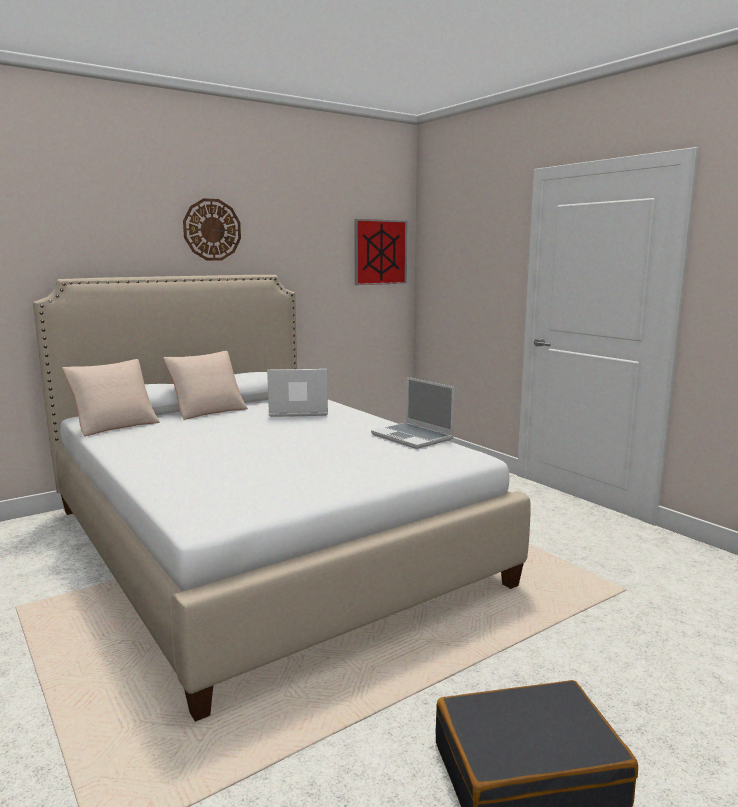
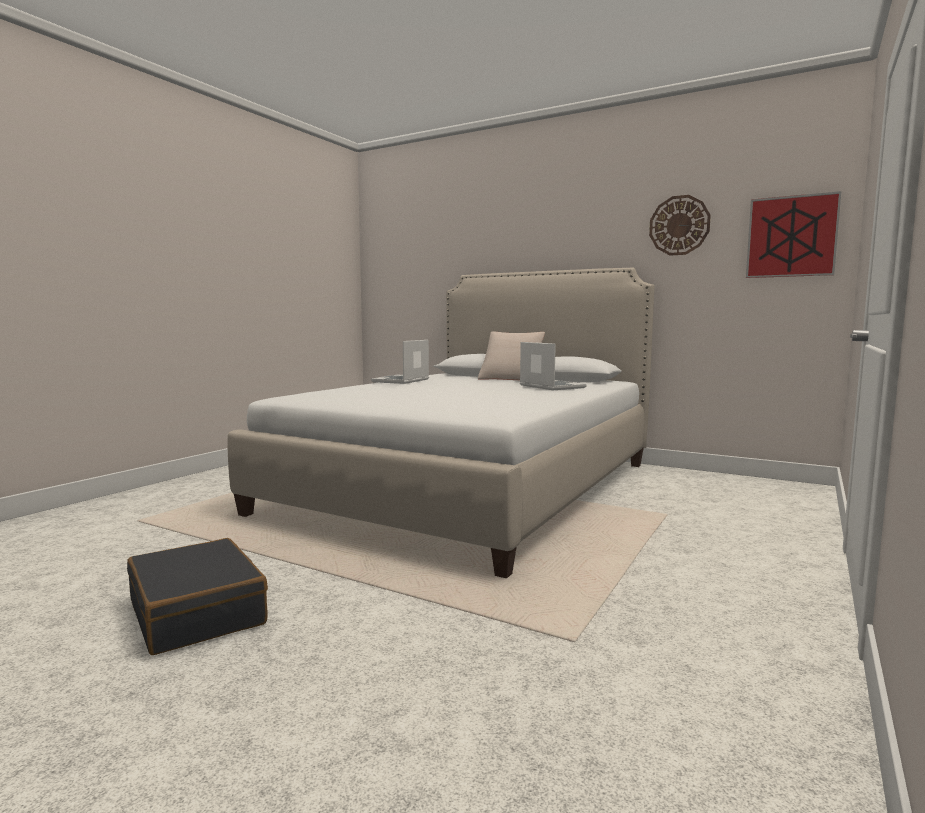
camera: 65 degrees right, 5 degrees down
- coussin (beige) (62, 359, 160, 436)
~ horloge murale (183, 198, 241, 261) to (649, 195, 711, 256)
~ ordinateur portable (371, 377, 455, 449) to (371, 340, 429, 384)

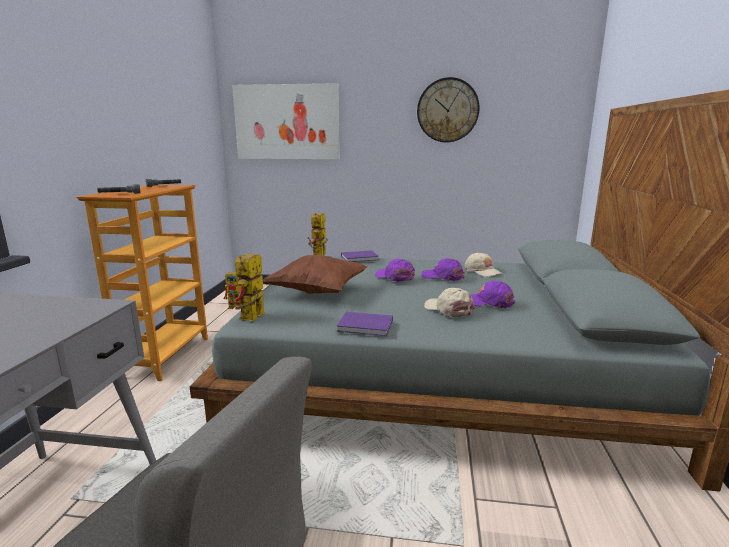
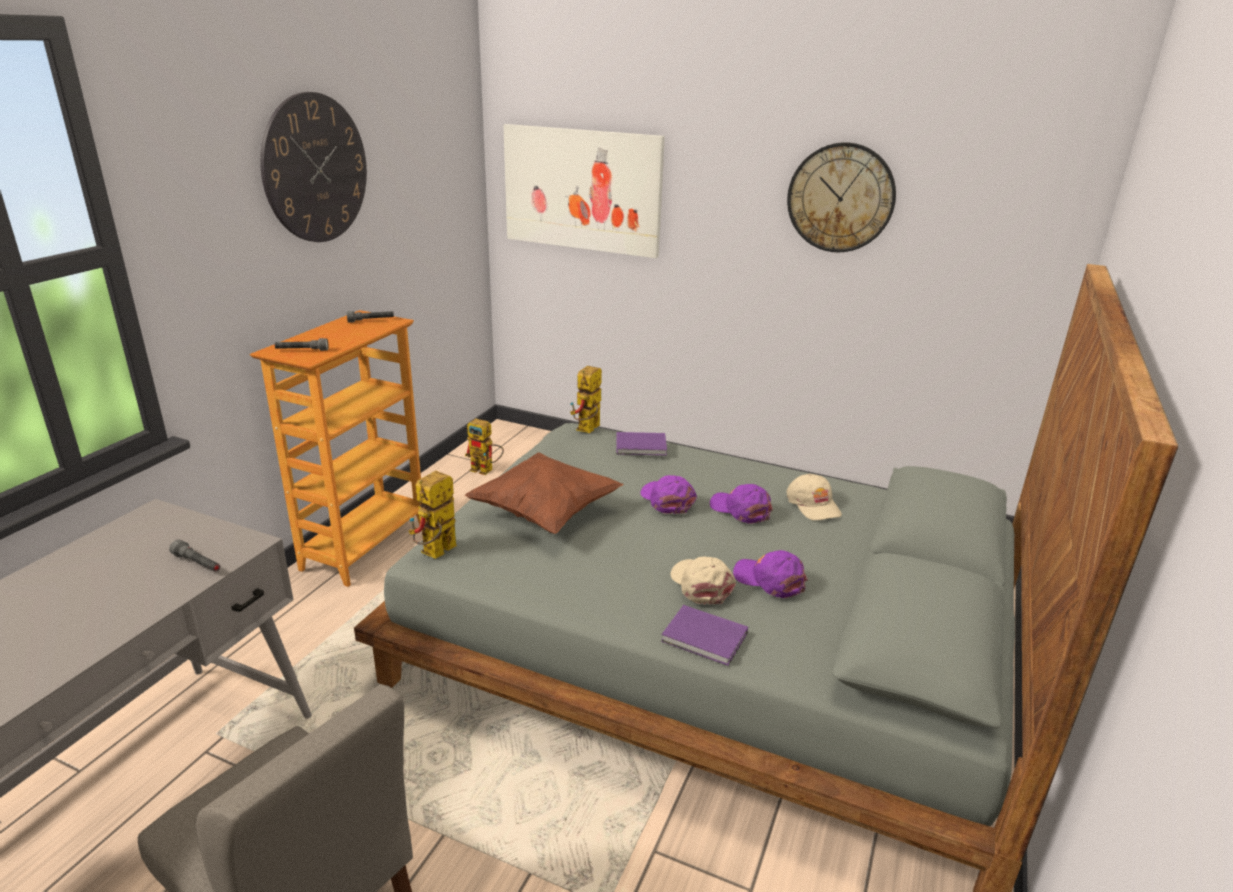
camera: 15 degrees right, 10 degrees up
~ livre (violet) (337, 312, 393, 336) to (661, 605, 748, 666)
+ lampe de poche (gris) (169, 540, 220, 572)
+ horloge murale (260, 92, 367, 242)

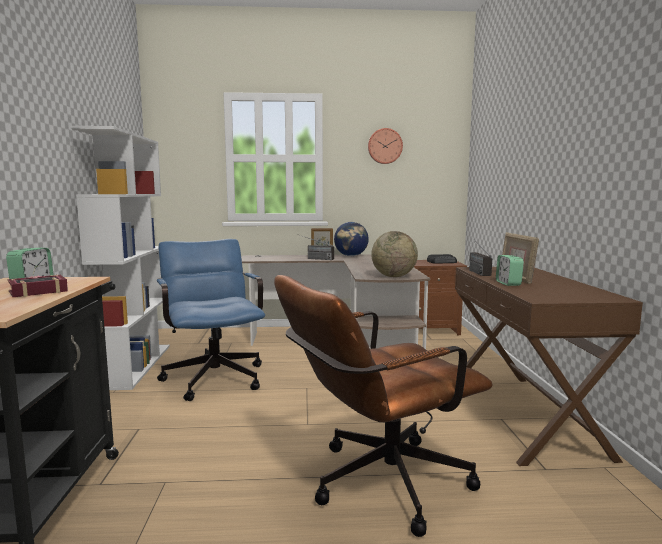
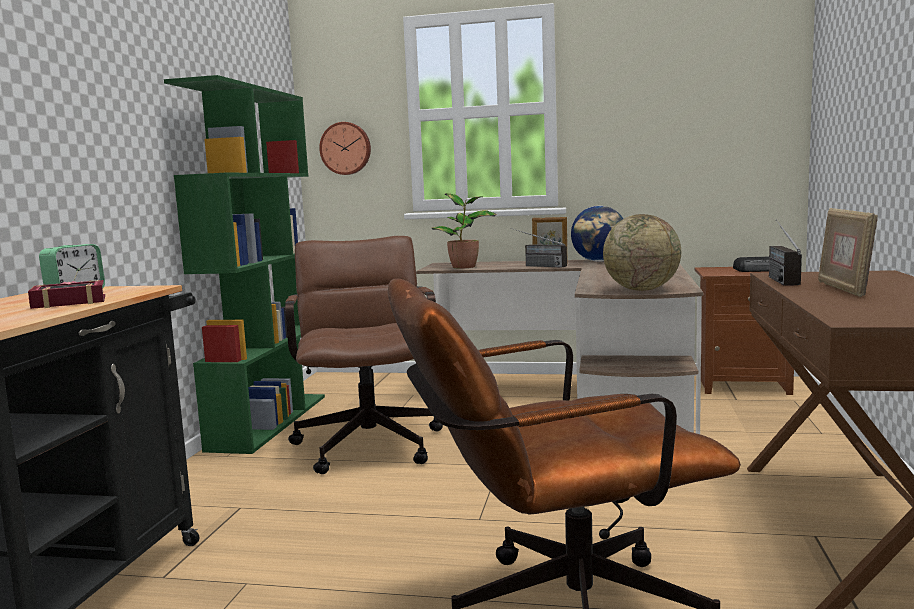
camera: 15 degrees right, 0 degrees up
~ bibliothèque (blanc) (70, 126, 170, 390) to bibliothèque (vert) (164, 75, 325, 454)
~ chaise de bureau (bleu) (157, 239, 265, 401) to chaise de bureau (marron) (285, 236, 443, 474)
~ horloge murale (368, 128, 403, 164) to (319, 122, 371, 175)
- réveil (496, 255, 524, 286)
+ plante en pot (432, 193, 497, 269)

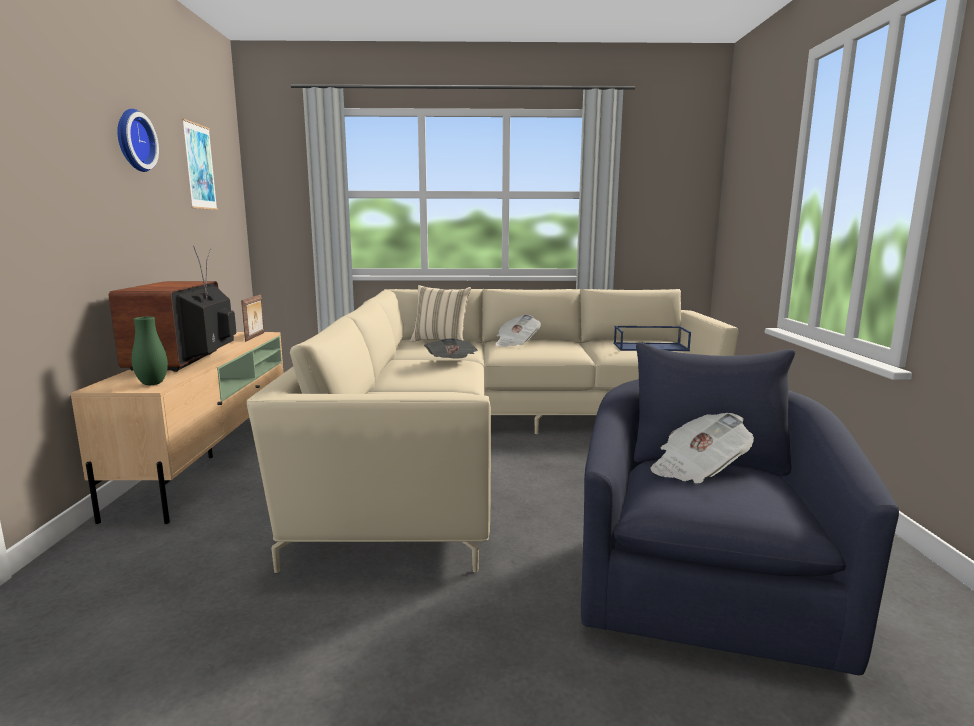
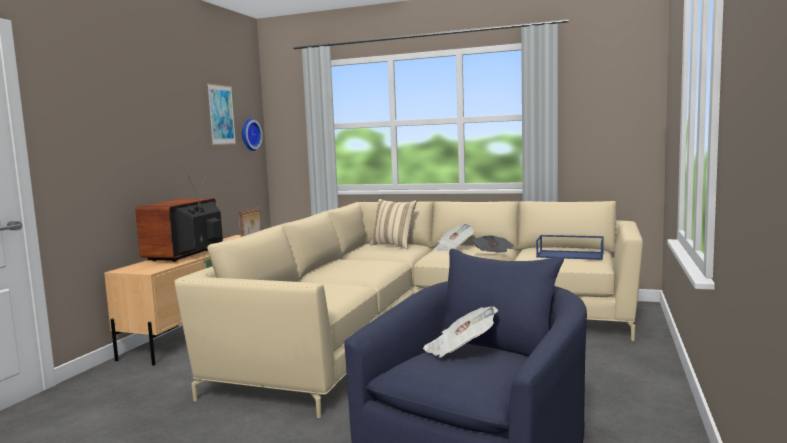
camera: 20 degrees right, 5 degrees down
~ horloge murale (117, 109, 159, 172) to (242, 118, 263, 151)
- vase (vert) (132, 317, 168, 385)
~ journal (424, 338, 477, 359) to (471, 236, 513, 253)

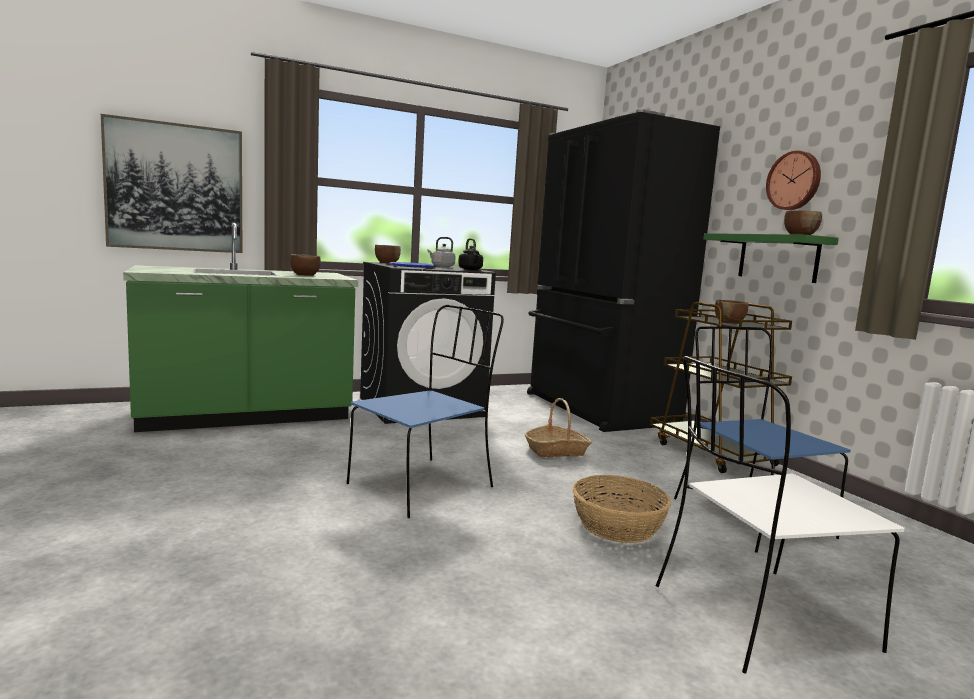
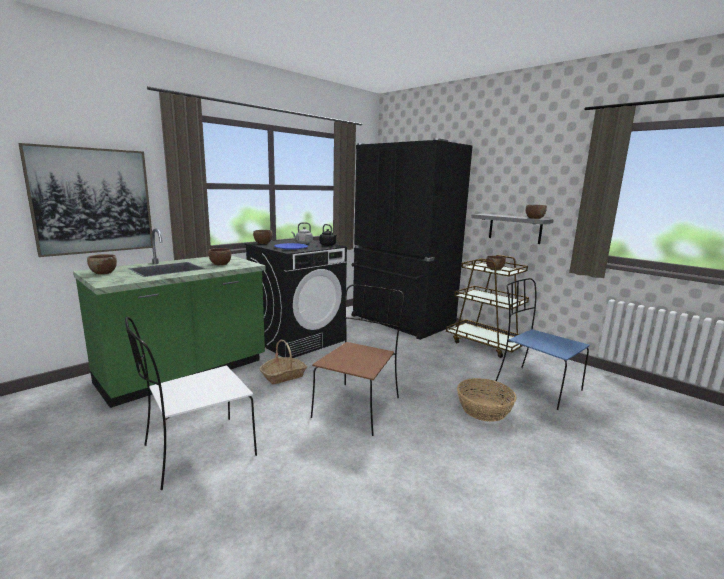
camera: 20 degrees left, 5 degrees up
~ chaise (bleu) (347, 305, 504, 518) to chaise (marron) (311, 284, 404, 436)
~ panier (525, 398, 592, 457) to (260, 340, 307, 384)
~ chaise (blanc) (656, 356, 905, 674) to (125, 317, 257, 490)
~ étagère (vert) (703, 233, 839, 283) to étagère (gris) (471, 214, 554, 244)
- horloge murale (766, 151, 821, 210)
+ bol (marron) (87, 254, 117, 274)

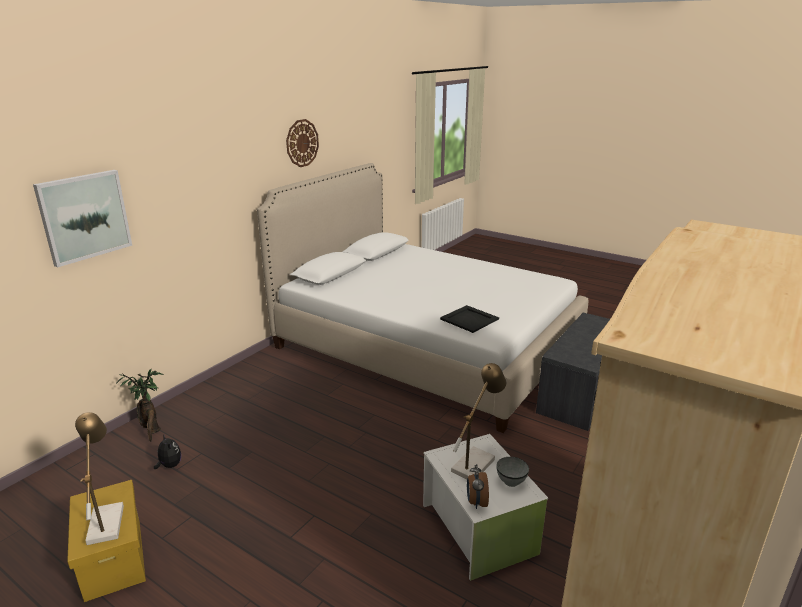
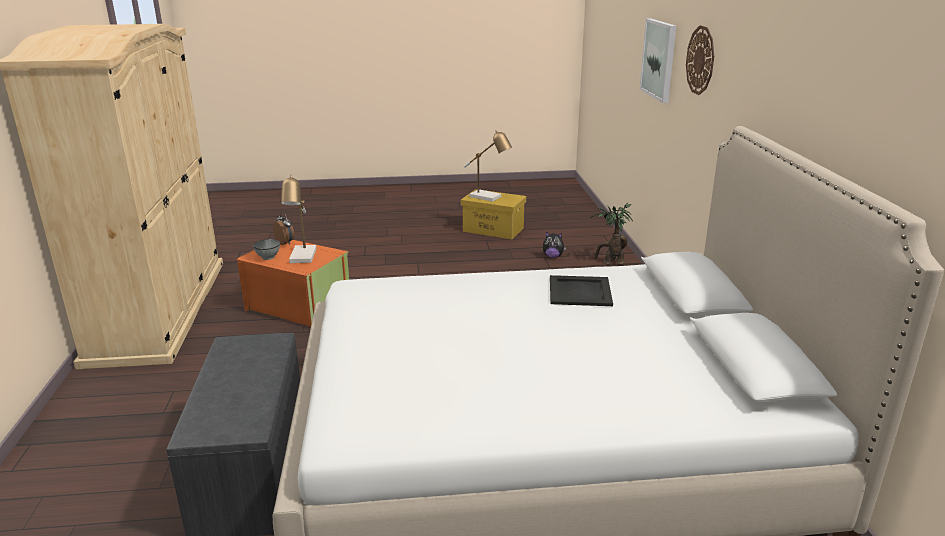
camera: 140 degrees right, 0 degrees up
~ horloge murale (286, 119, 319, 167) to (686, 25, 714, 95)
~ boîte de rangement (blanc) (423, 434, 548, 581) to boîte de rangement (orange) (236, 239, 349, 329)
~ plateau (noir) (440, 305, 499, 333) to (550, 275, 613, 306)

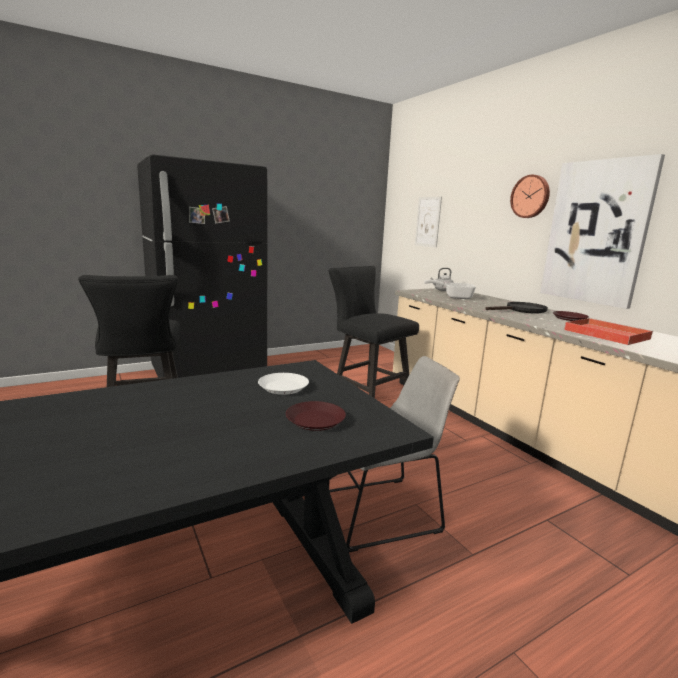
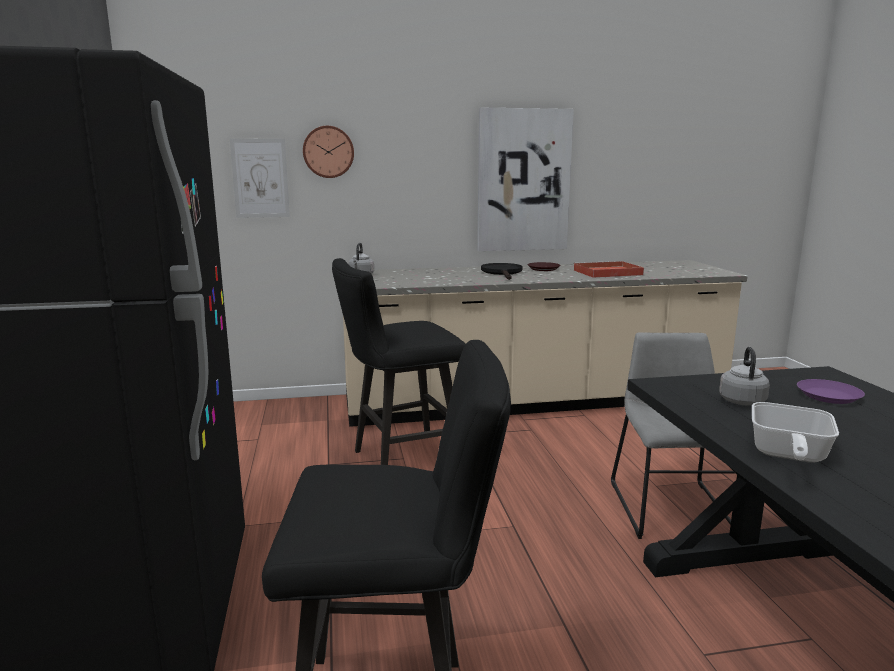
camera: 70 degrees left, 0 degrees up
~ assiette (blanc) (258, 373, 309, 395) to bouilloire (gris) (719, 347, 770, 406)
~ assiette (marron) (286, 401, 346, 431) to assiette (violet) (797, 379, 865, 404)
~ poêle (424, 280, 476, 299) to (752, 402, 839, 463)
~ horloge murale (510, 175, 550, 218) to (303, 126, 354, 178)

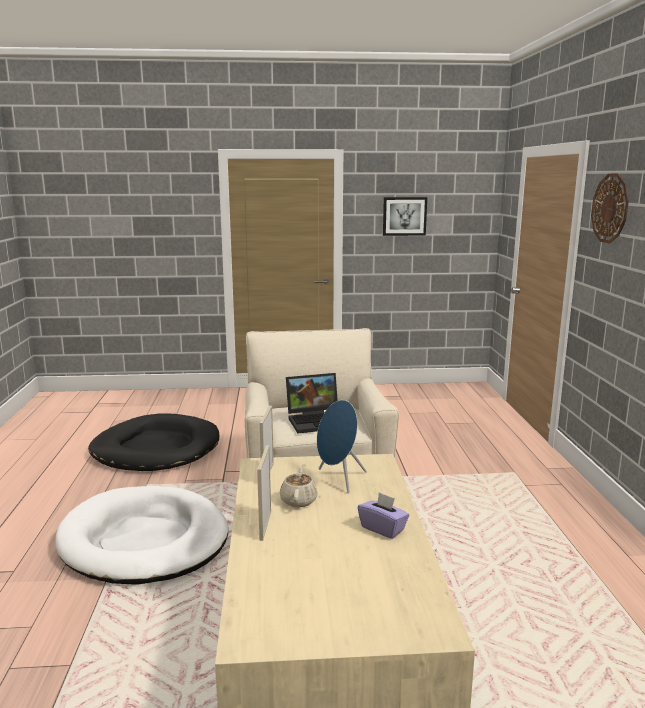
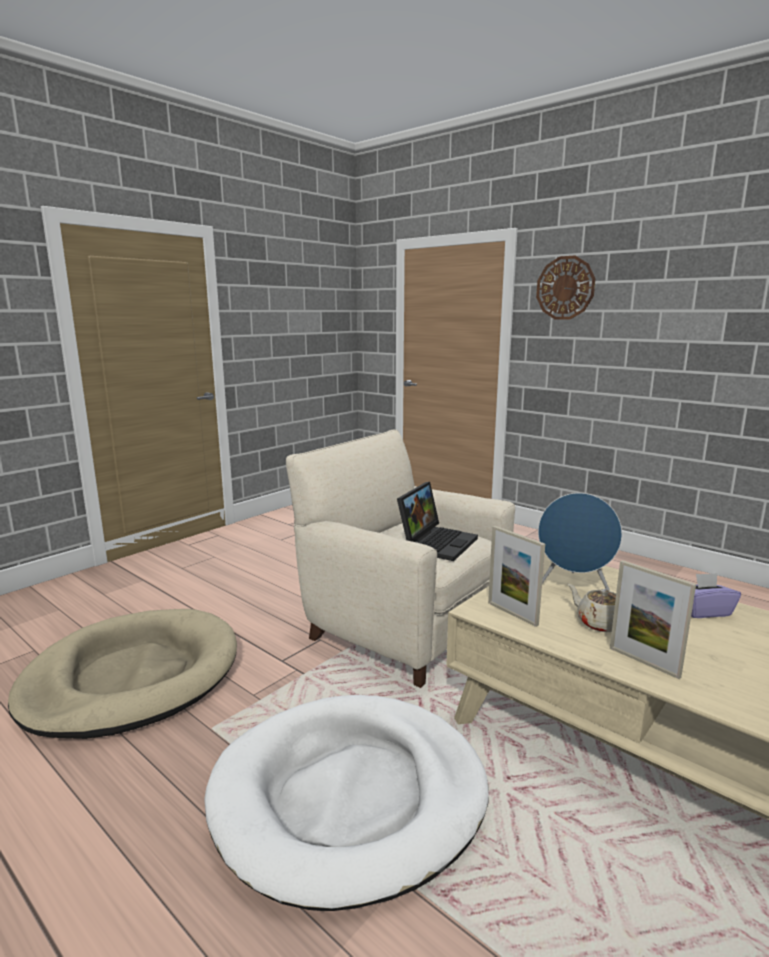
camera: 45 degrees left, 0 degrees up
~ panier pour chien (noir) (88, 414, 219, 471) to panier pour chien (beige) (8, 609, 237, 739)
- tableau (383, 197, 427, 236)

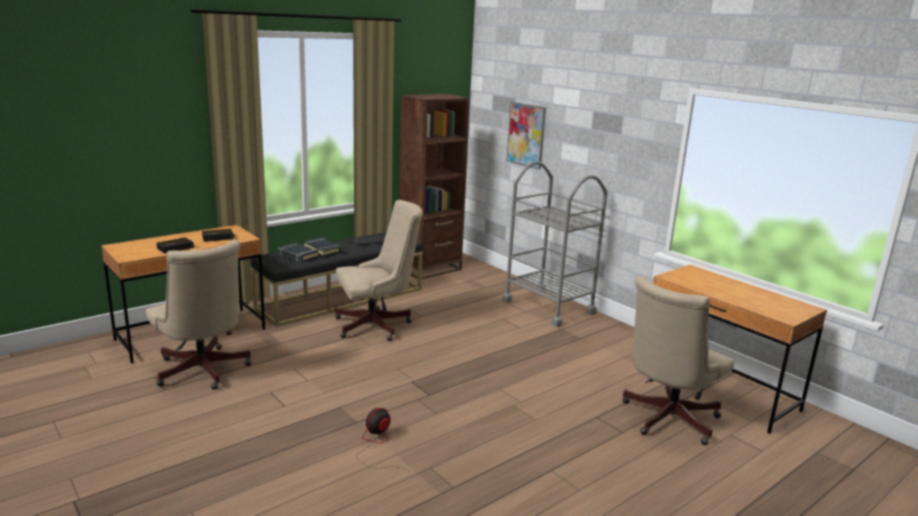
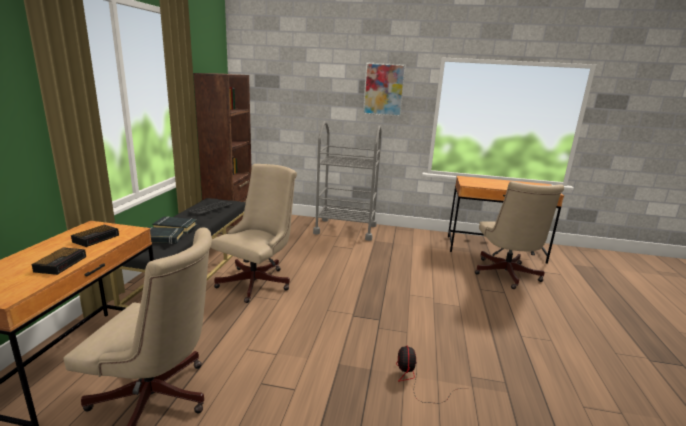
camera: 40 degrees left, 0 degrees up
~ tableau (507, 102, 546, 170) to (363, 62, 406, 117)

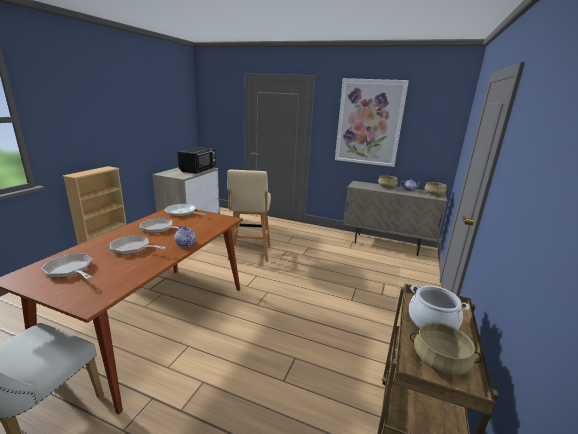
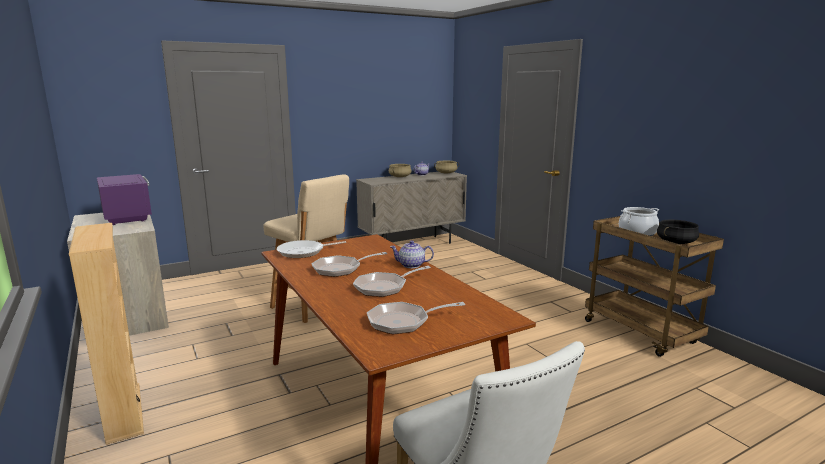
camera: 50 degrees left, 5 degrees down
~ micro-ondes (noir) (178, 147, 216, 174) to micro-ondes (violet) (97, 174, 152, 225)
- tableau (335, 78, 409, 167)
~ marmite (beige) (410, 322, 482, 375) to marmite (noir) (657, 220, 699, 244)

